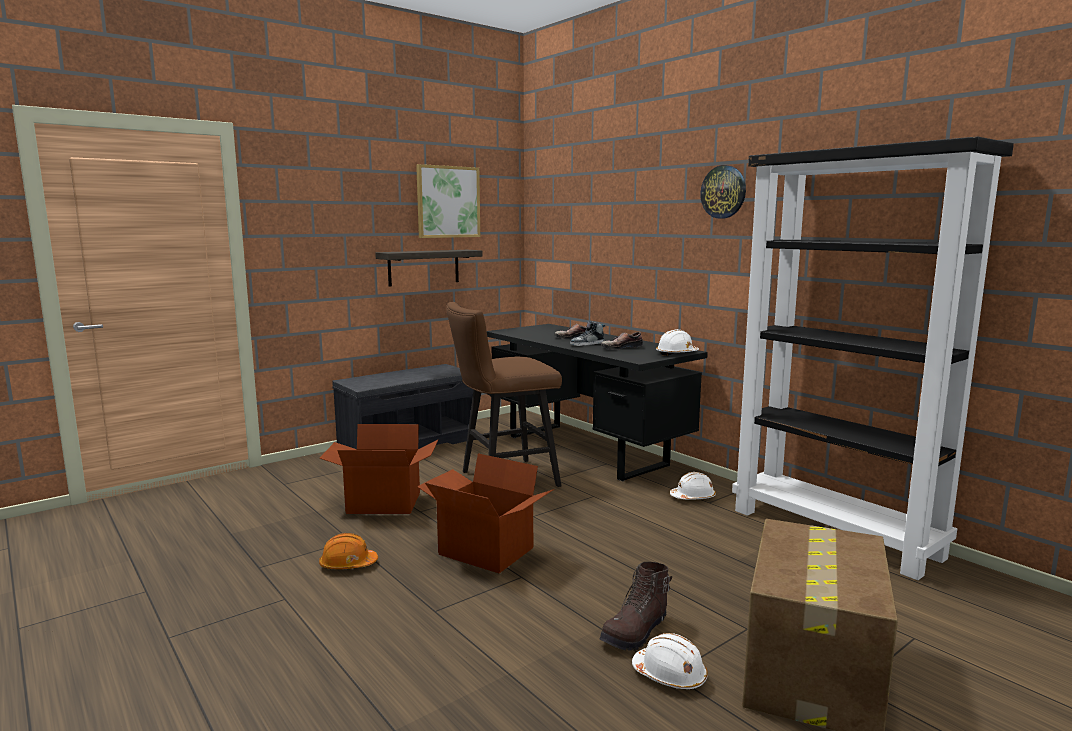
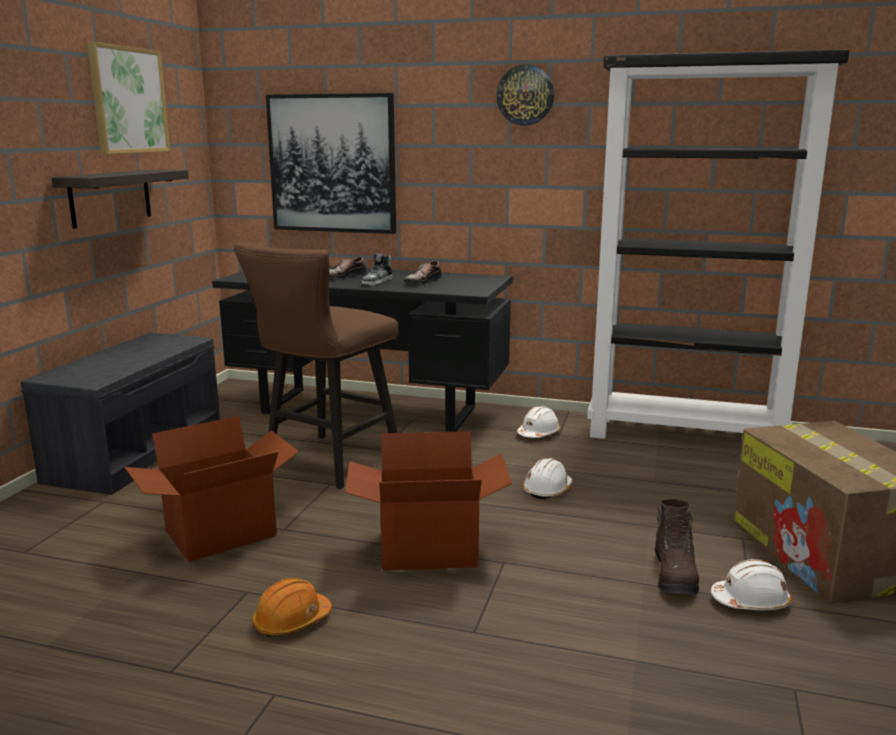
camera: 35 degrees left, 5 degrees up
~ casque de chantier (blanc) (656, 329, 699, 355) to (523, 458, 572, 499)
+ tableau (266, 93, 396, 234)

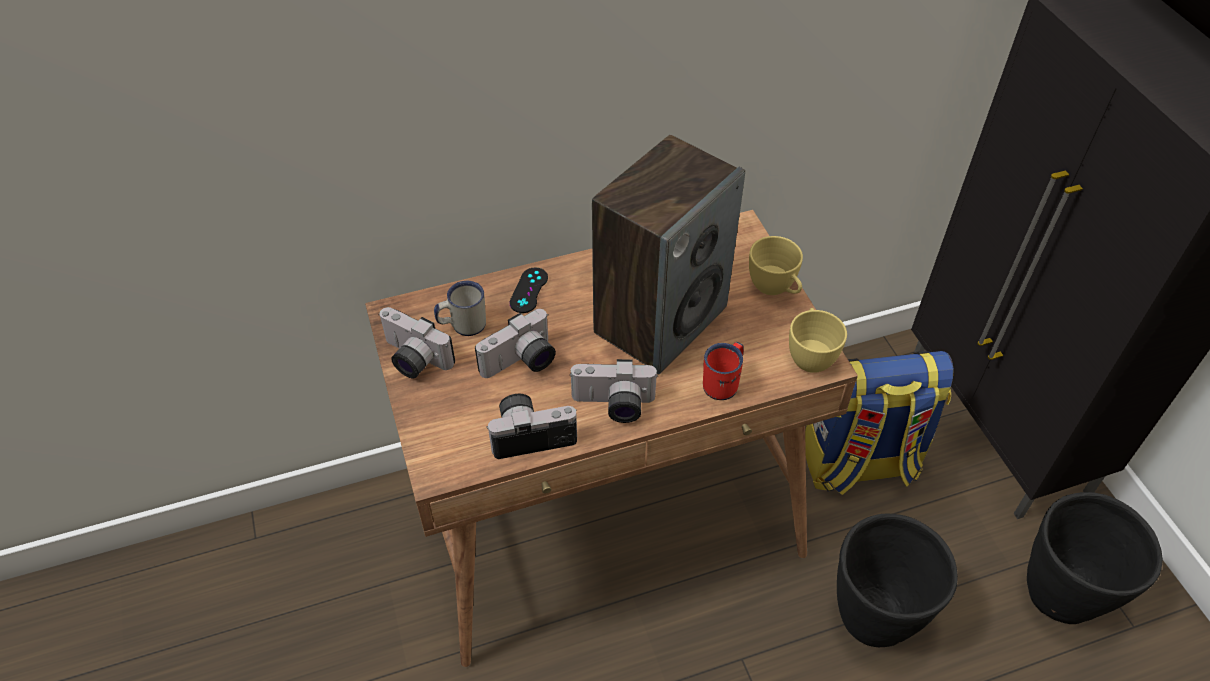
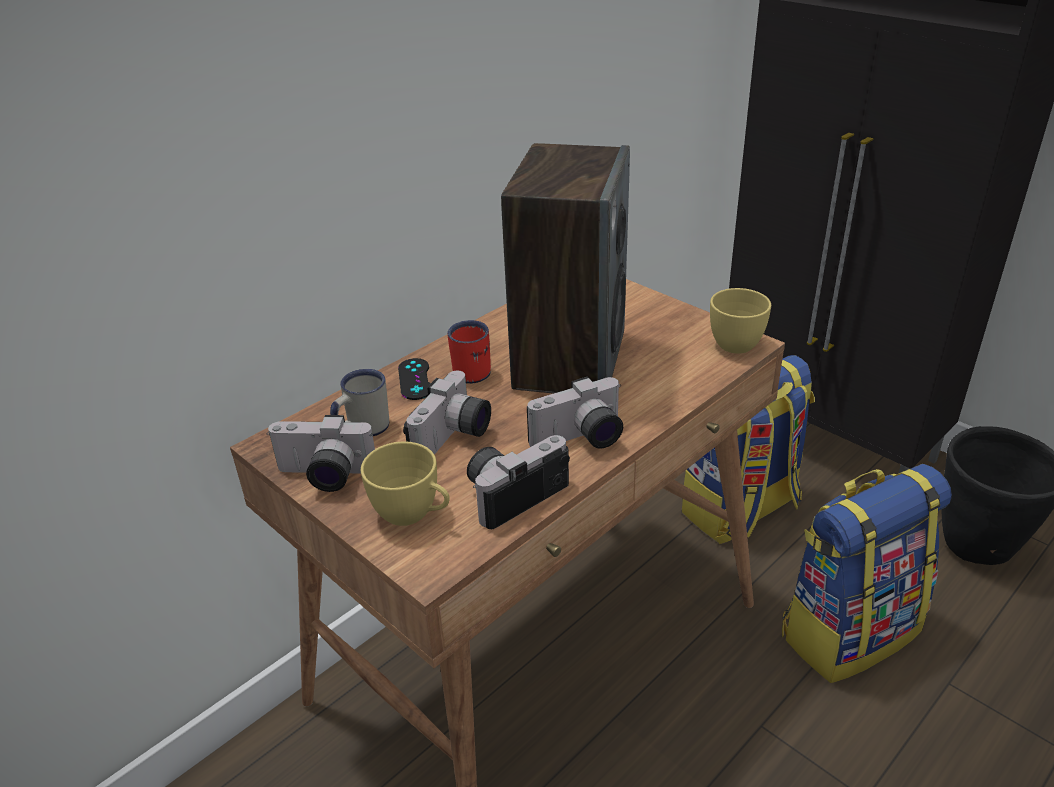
camera: 25 degrees left, 15 degrees down
~ mug (rouge) (703, 342, 744, 400) to (447, 320, 491, 384)
~ tasse (jaune) (749, 236, 803, 295) to (361, 442, 450, 526)
~ cache-pot (noir) (837, 513, 958, 647) to sac à dos (782, 464, 952, 683)

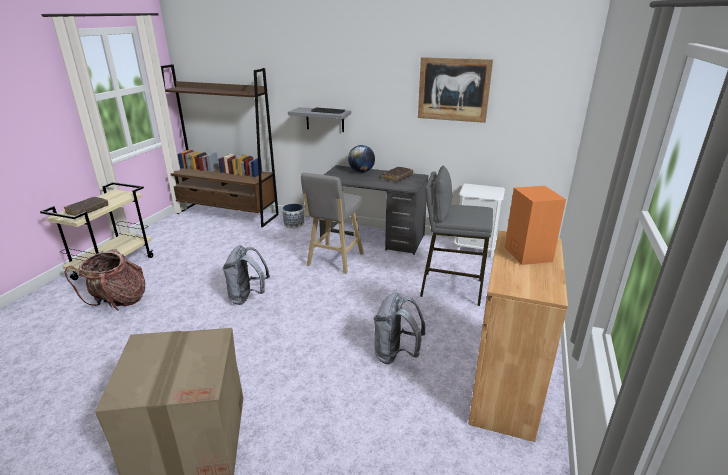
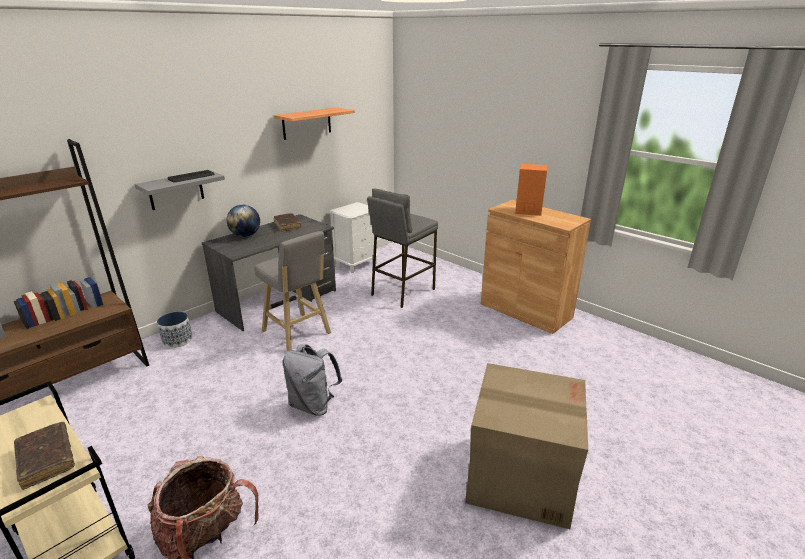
camera: 65 degrees left, 0 degrees up
- sac à dos (gris) (374, 293, 425, 364)
~ tableau (418, 57, 493, 123) to étagère (273, 107, 355, 140)

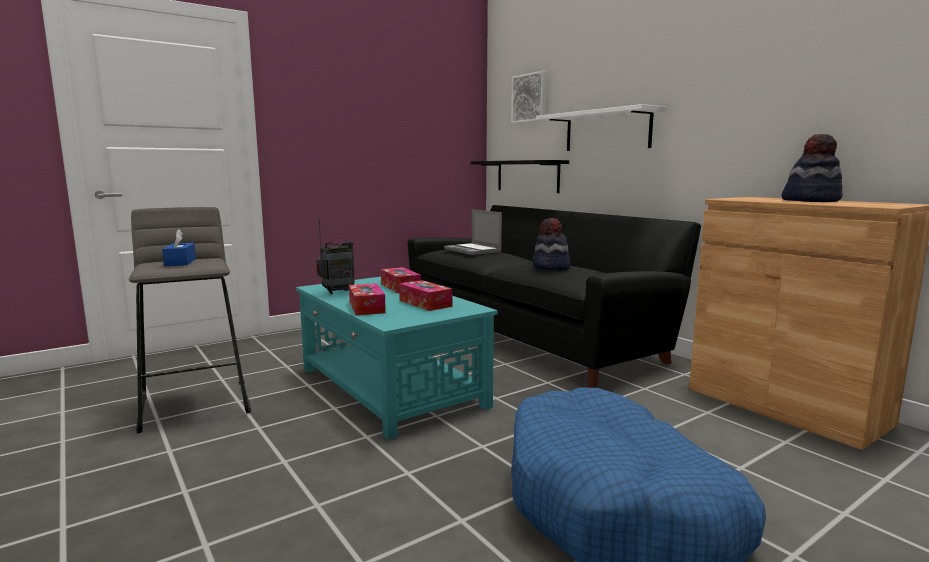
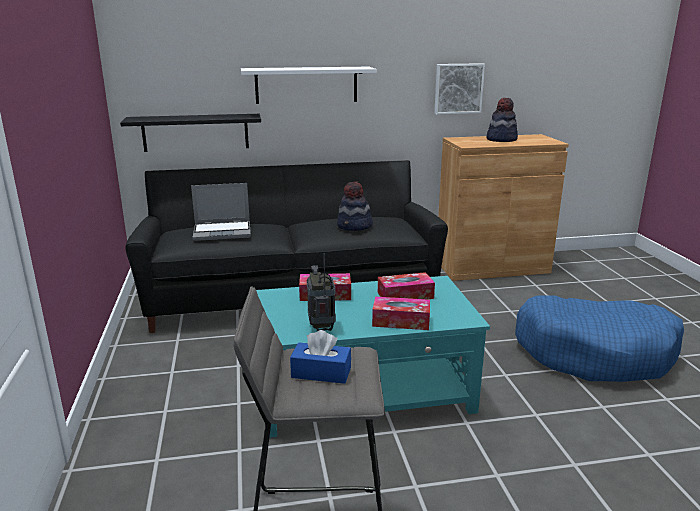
camera: 65 degrees left, 10 degrees up
~ tableau (511, 71, 547, 123) to (434, 63, 485, 114)

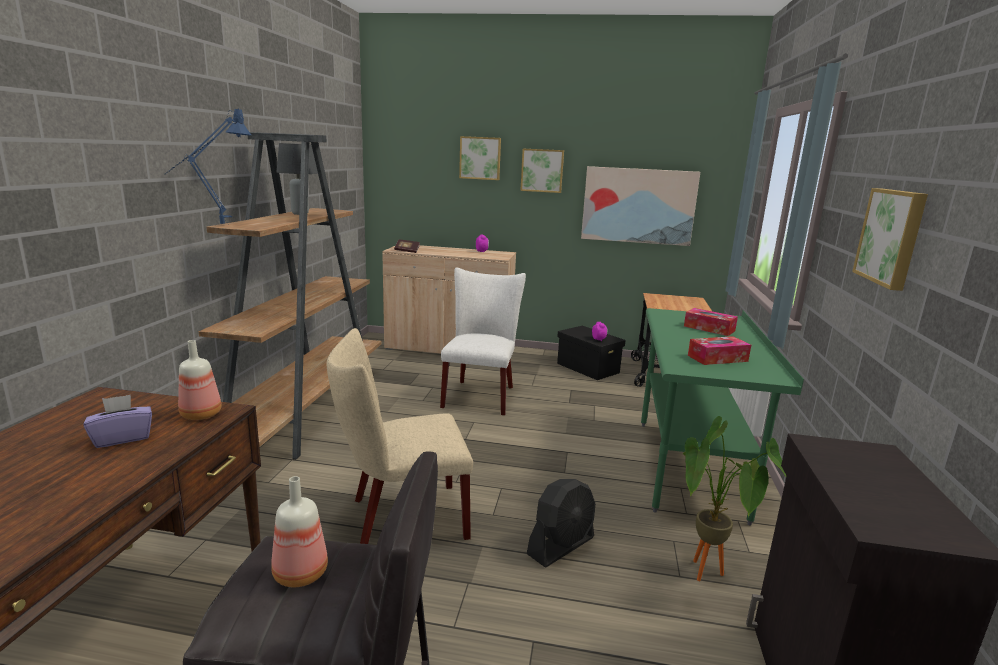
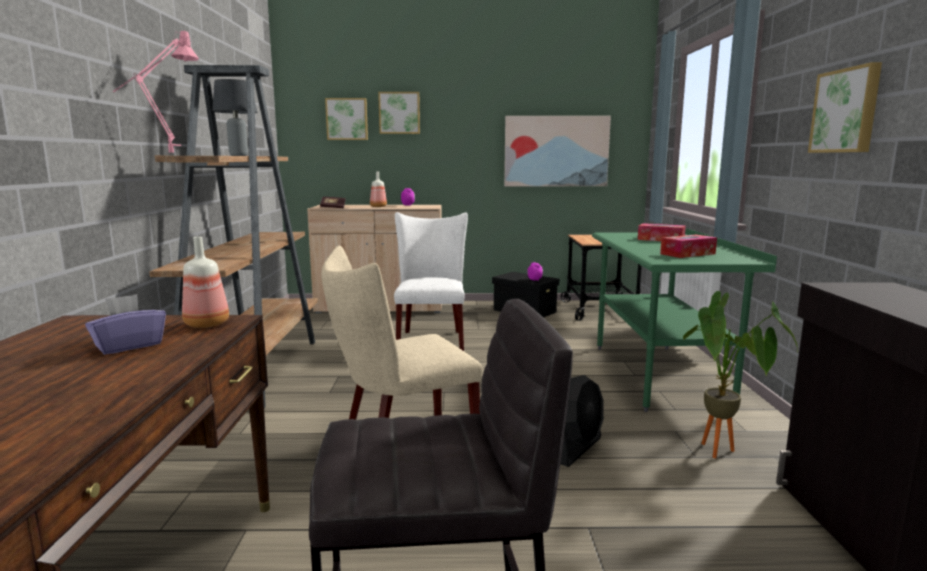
camera: 10 degrees left, 5 degrees down
~ lampe de table (bleu) (164, 108, 251, 224) to lampe de table (rose) (112, 30, 199, 153)
~ bouteille (271, 476, 328, 587) to (370, 172, 387, 207)
~ tableau (520, 149, 564, 193) to (325, 98, 368, 140)

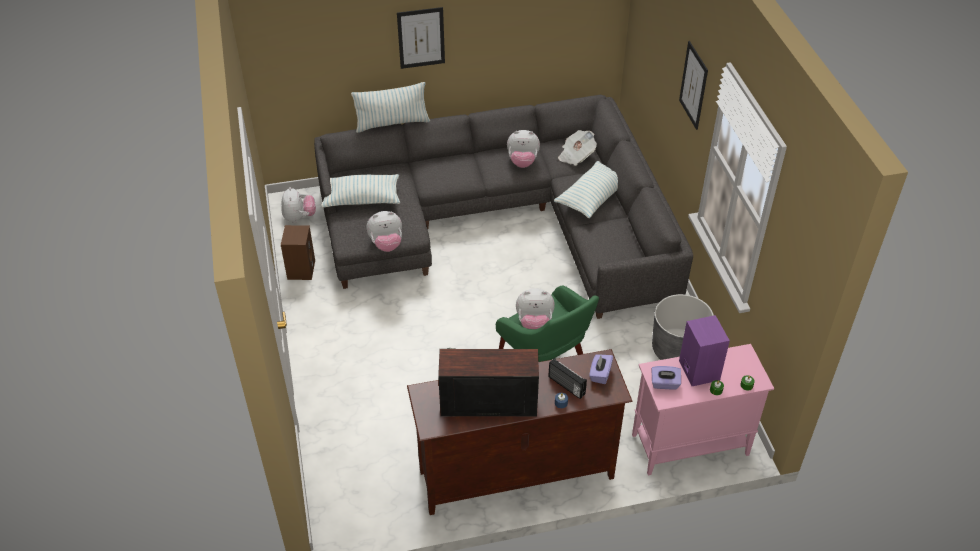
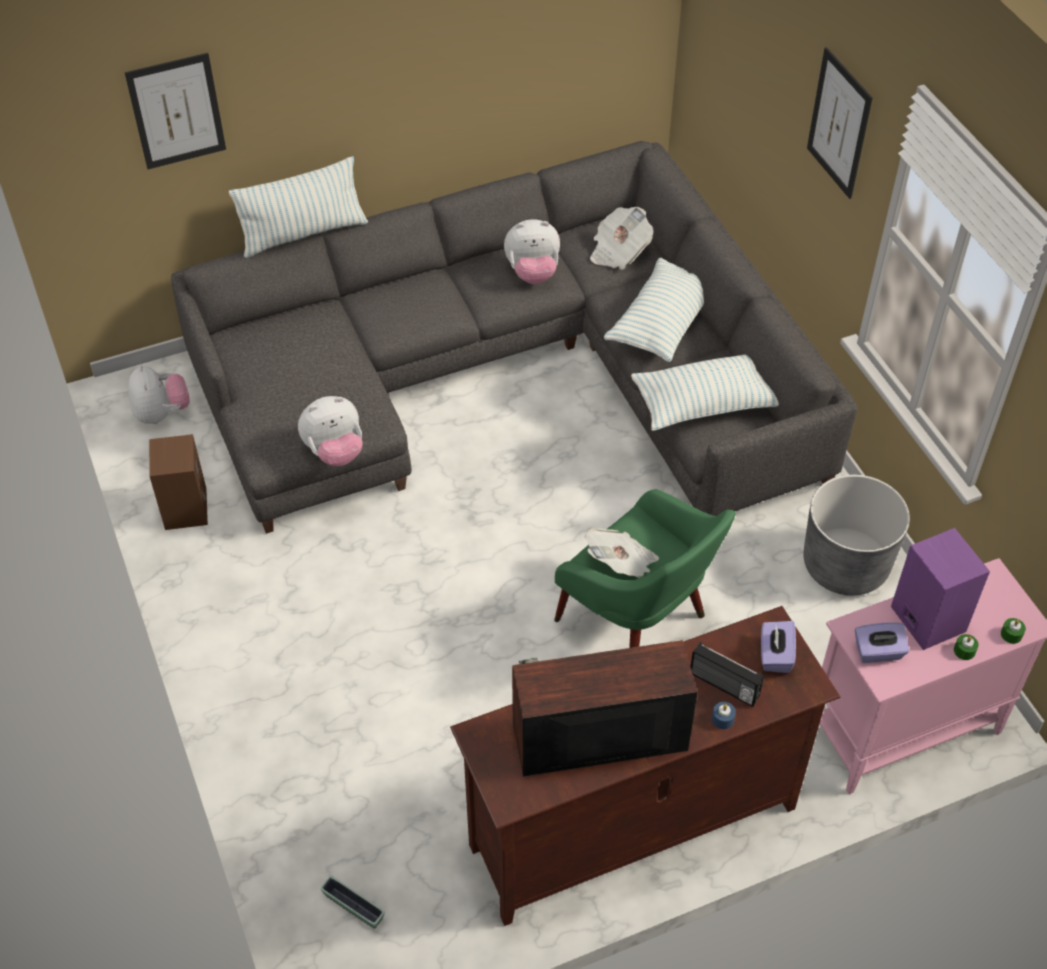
camera: 10 degrees left, 5 degrees up
~ coussin (321, 174, 400, 208) to (631, 355, 779, 431)
~ tableau (397, 7, 445, 69) to (125, 53, 226, 169)
~ peluche (516, 288, 555, 329) to journal (584, 528, 659, 578)
+ cache-pot (320, 876, 385, 929)

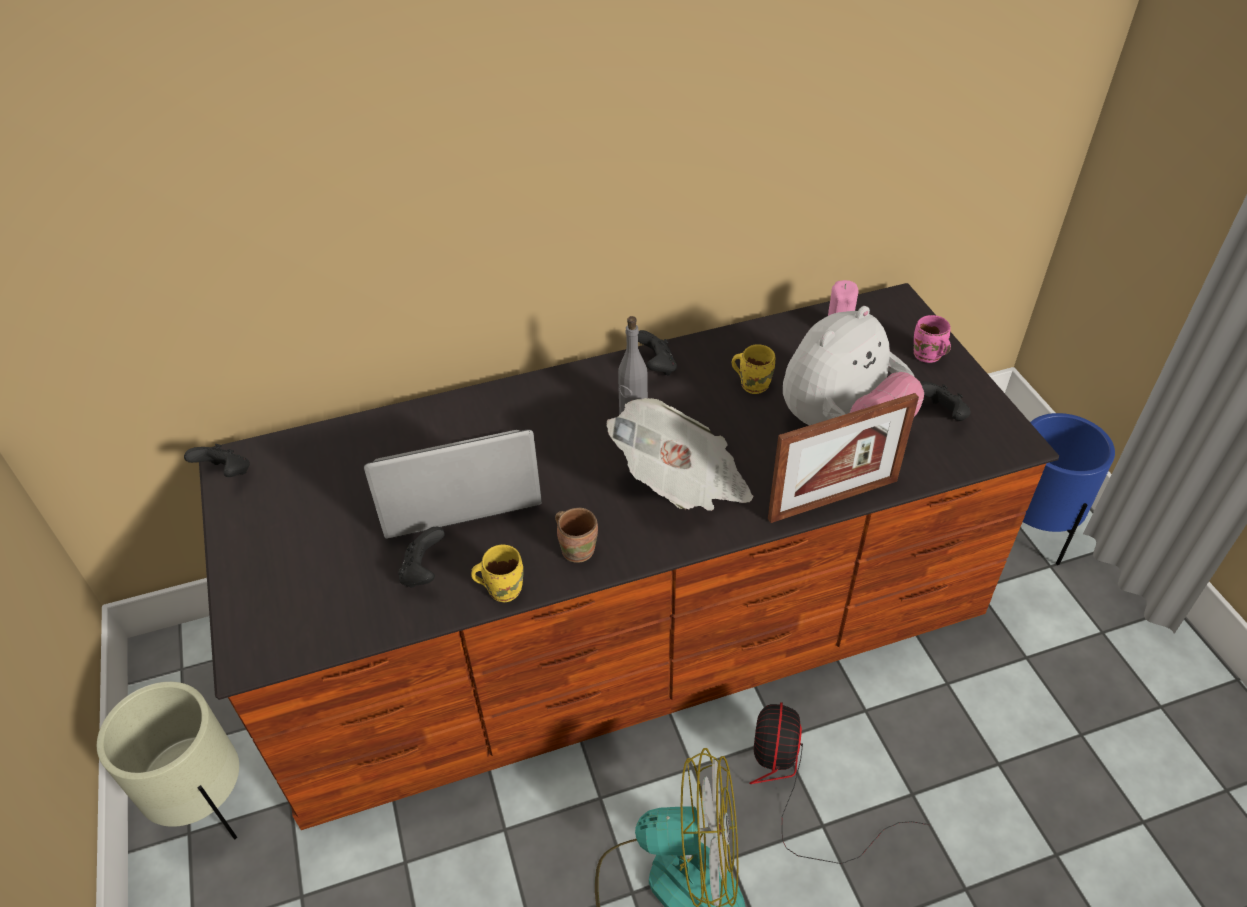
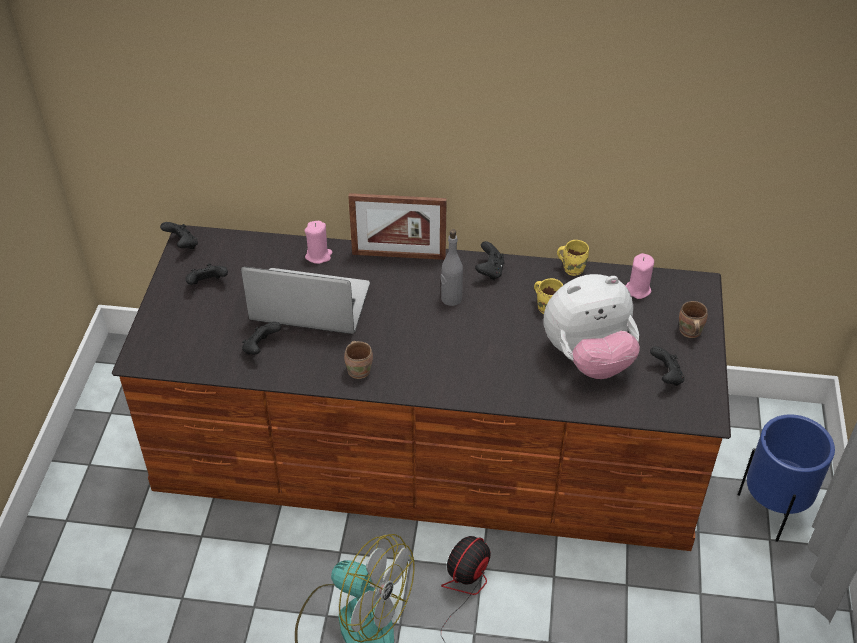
camera: 25 degrees right, 0 degrees up
- cache-pot (beige) (97, 682, 239, 840)
~ mug (jaune) (471, 545, 523, 602) to (557, 240, 589, 276)
- journal (607, 398, 754, 511)
~ cadre photo (768, 393, 919, 523) to (348, 193, 447, 260)
~ mug (rose) (914, 315, 951, 363) to mug (marron) (679, 301, 708, 338)
+ manette (noir) (185, 264, 228, 285)
+ bougie (rose) (305, 221, 332, 264)

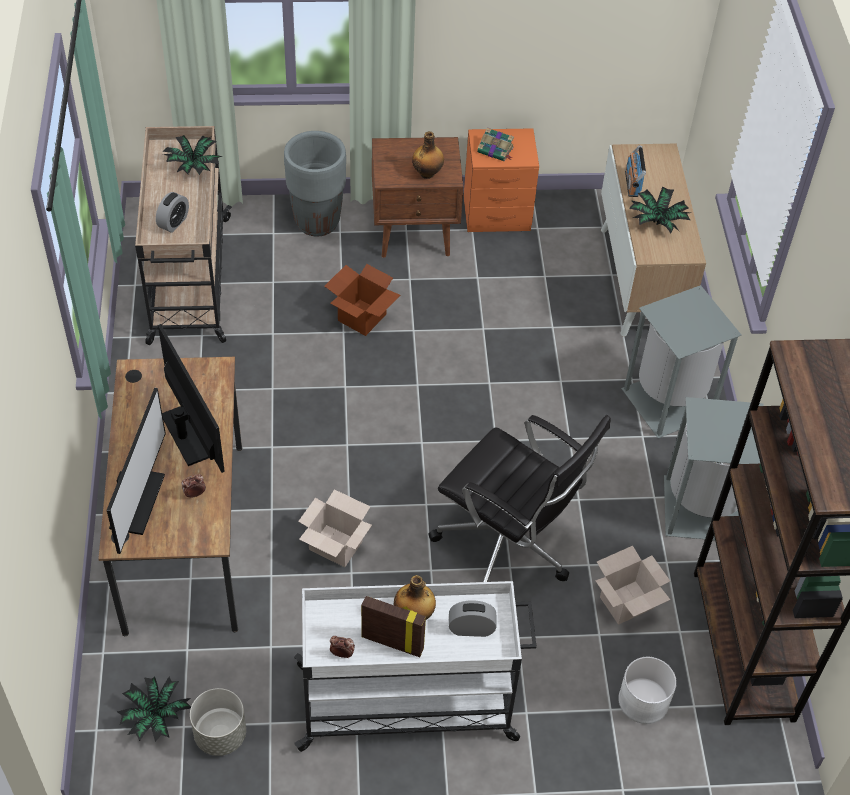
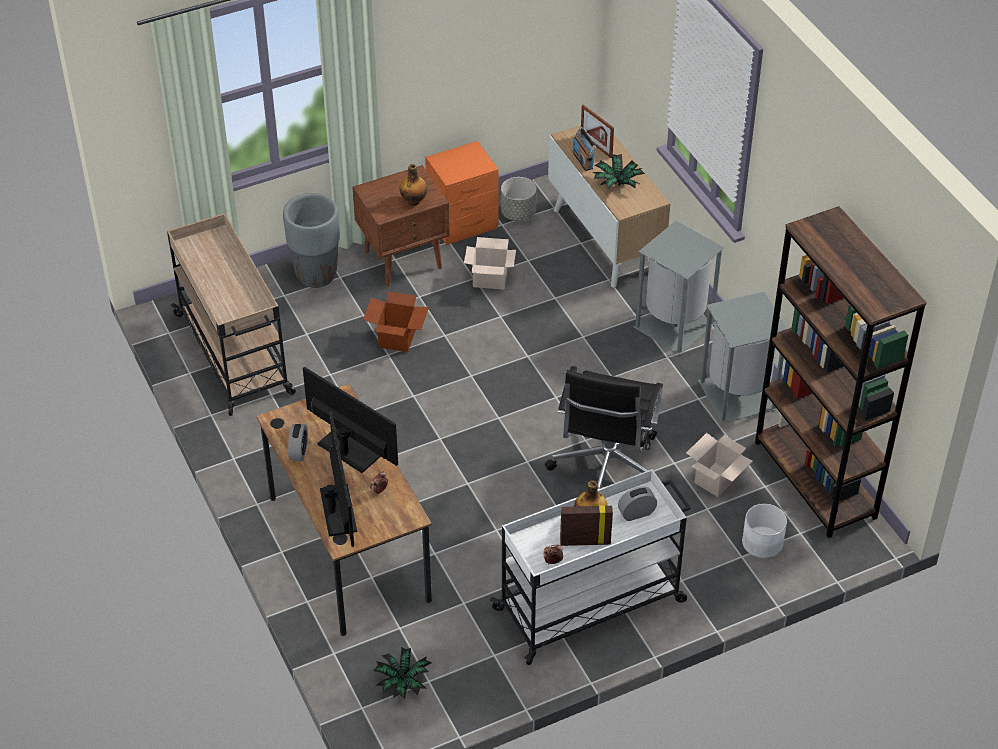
camera: 20 degrees left, 5 degrees down
~ réveil (156, 192, 189, 233) to (288, 423, 308, 461)
- plante en pot (162, 135, 222, 175)
~ cache-pot (gris) (190, 688, 246, 756) to (501, 177, 537, 221)
~ carton (298, 489, 372, 567) to (464, 237, 516, 289)
~ chaise de bureau (noir) (428, 415, 611, 582) = (545, 366, 663, 489) 90 degrees clockwise
- livre (477, 127, 514, 161)
+ cadre photo (581, 105, 614, 158)

